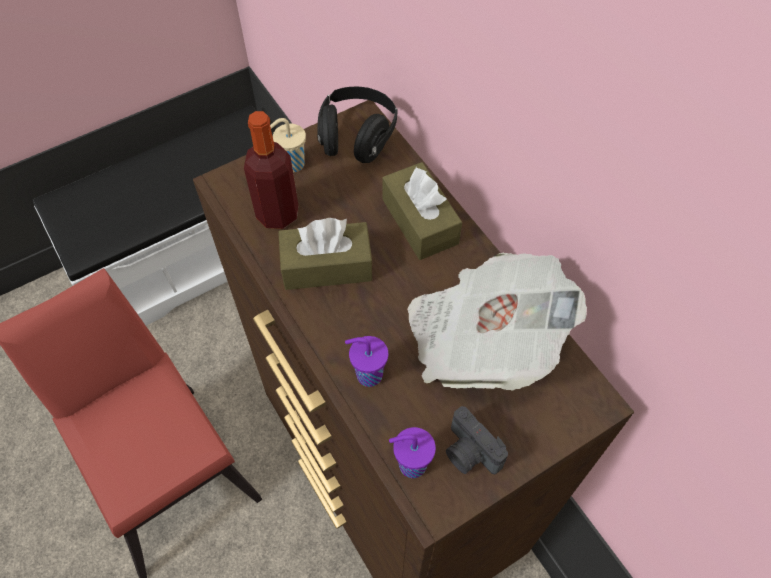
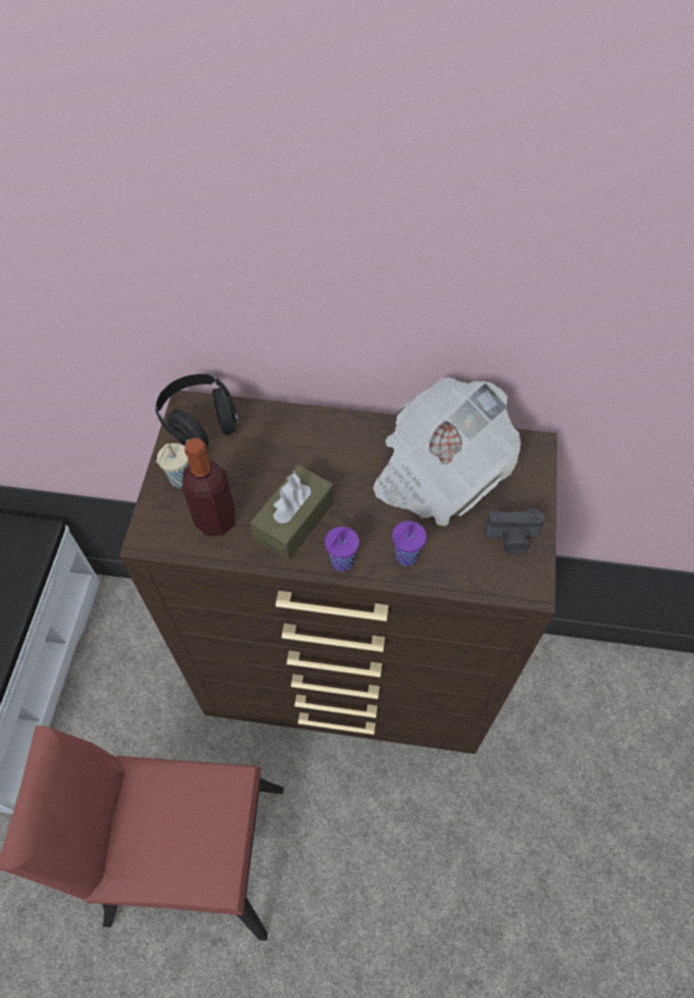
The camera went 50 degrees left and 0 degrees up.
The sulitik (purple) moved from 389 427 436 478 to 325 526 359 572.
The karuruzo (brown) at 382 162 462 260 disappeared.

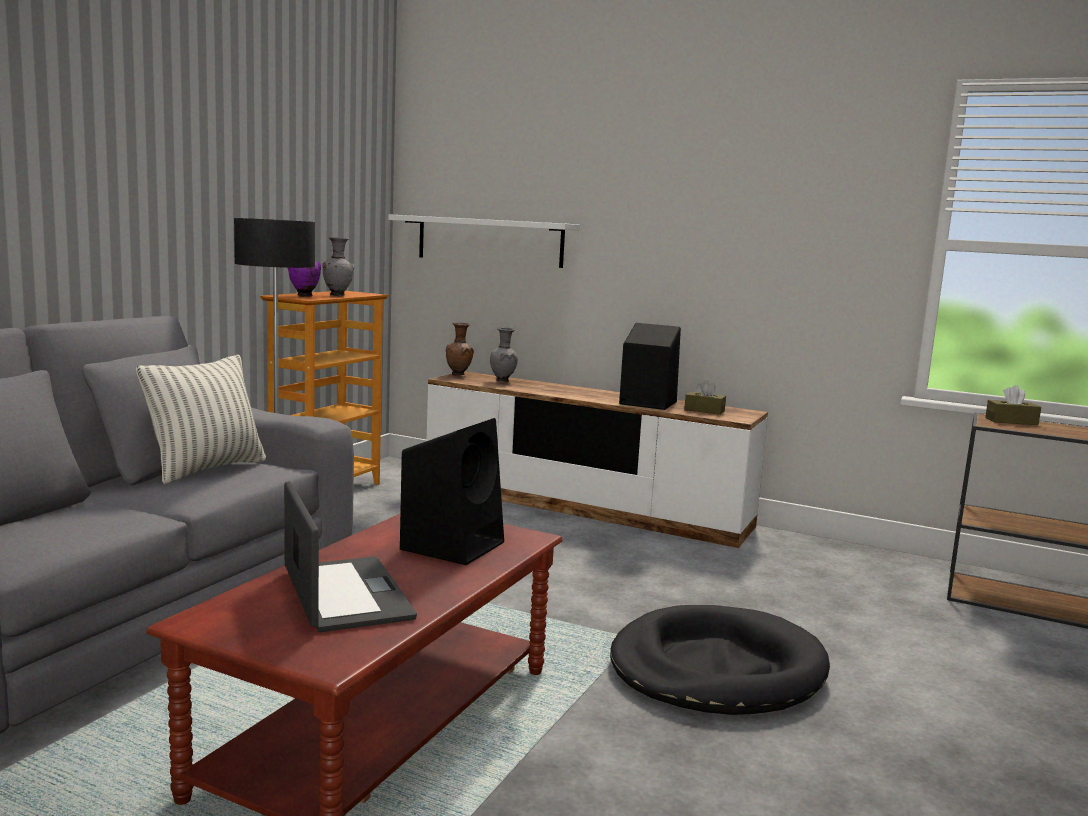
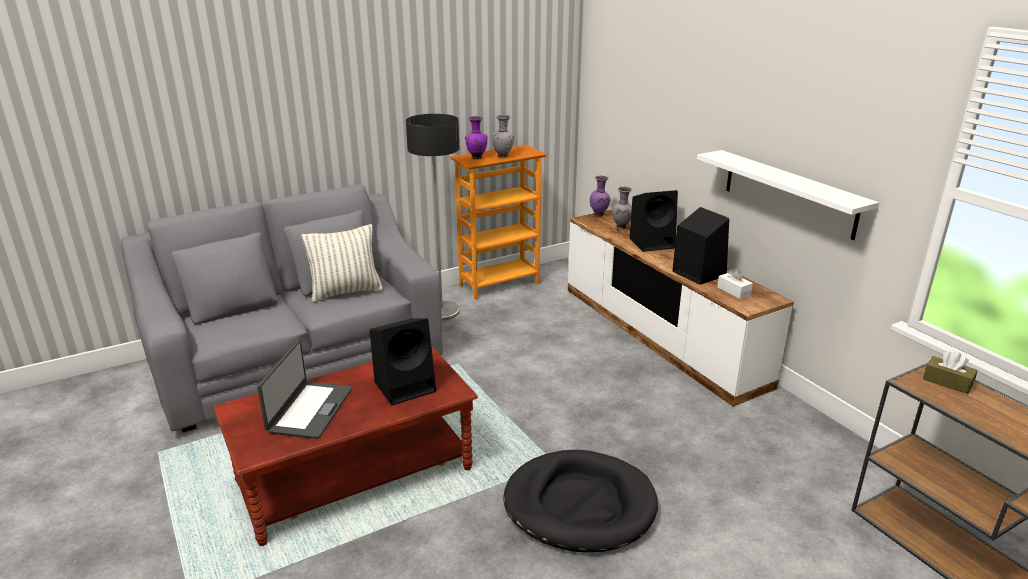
The camera went 35 degrees right and 15 degrees up.
The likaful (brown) at 446 322 474 376 became the likaful (purple) at 590 176 610 216.
The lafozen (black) at 629 190 678 252 appeared.
The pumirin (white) moved from 388 214 580 268 to 697 150 879 240.
The karuruzo (brown) at 684 380 726 415 became the karuruzo (white) at 717 268 753 299.

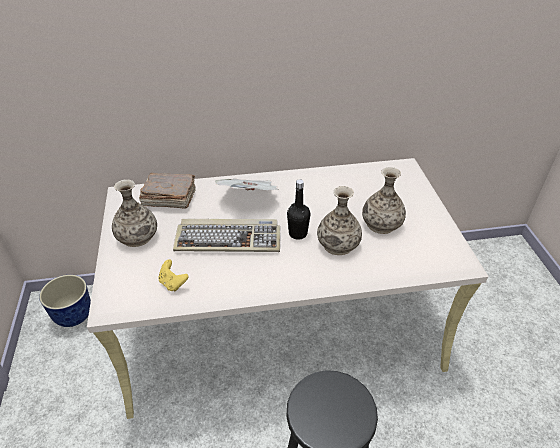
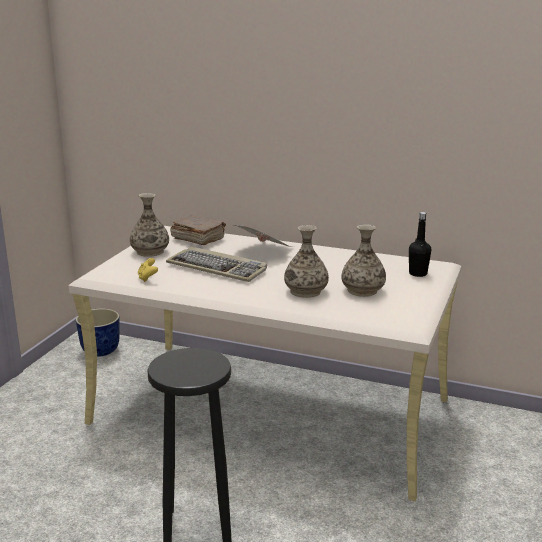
The camera went 30 degrees right and 20 degrees down.
The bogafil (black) moved from 287 179 310 240 to 409 212 431 277.

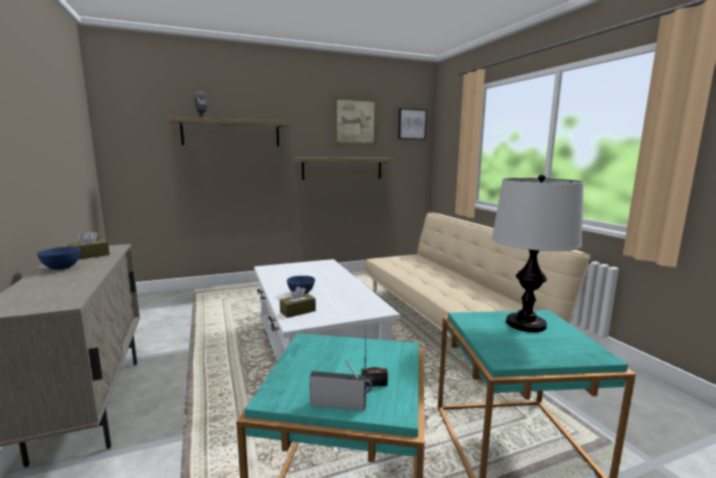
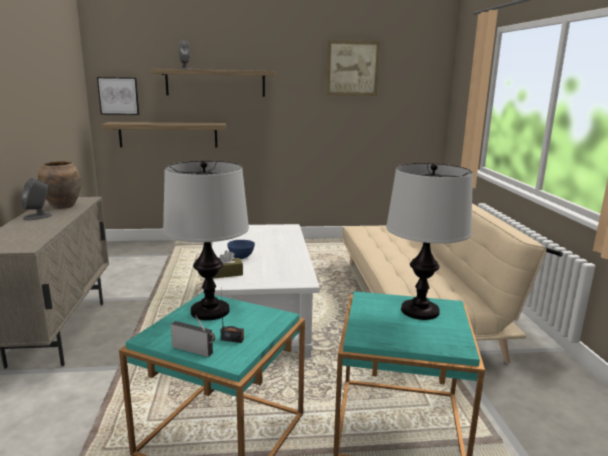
The camera went 15 degrees right and 5 degrees up.
The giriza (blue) at 37 246 80 270 was replaced by the lafozen (grey) at 20 178 52 220.
The karuruzo (brown) at 68 230 110 260 was replaced by the likaful (brown) at 38 161 81 209.
The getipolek moved from 398 108 427 140 to 97 77 139 115.
The pumirin moved from 294 157 397 180 to 101 122 226 148.
The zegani at 163 161 249 320 appeared.

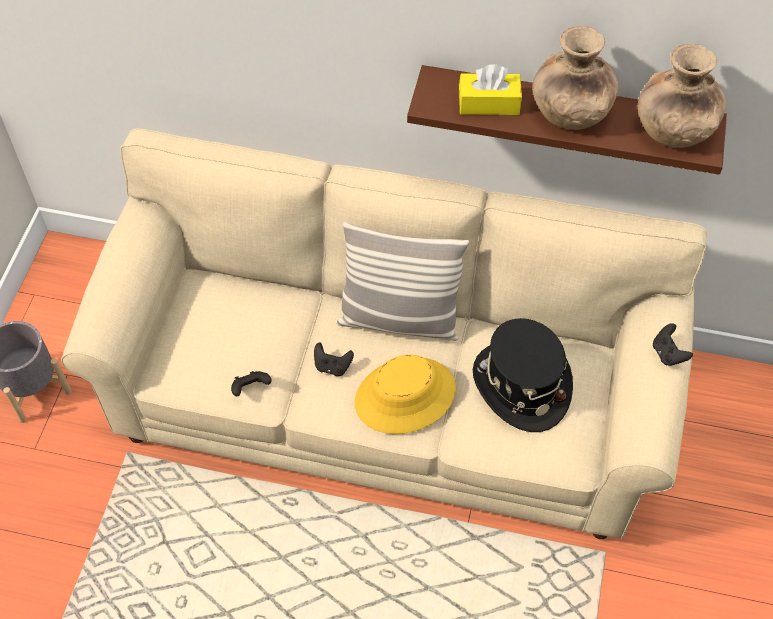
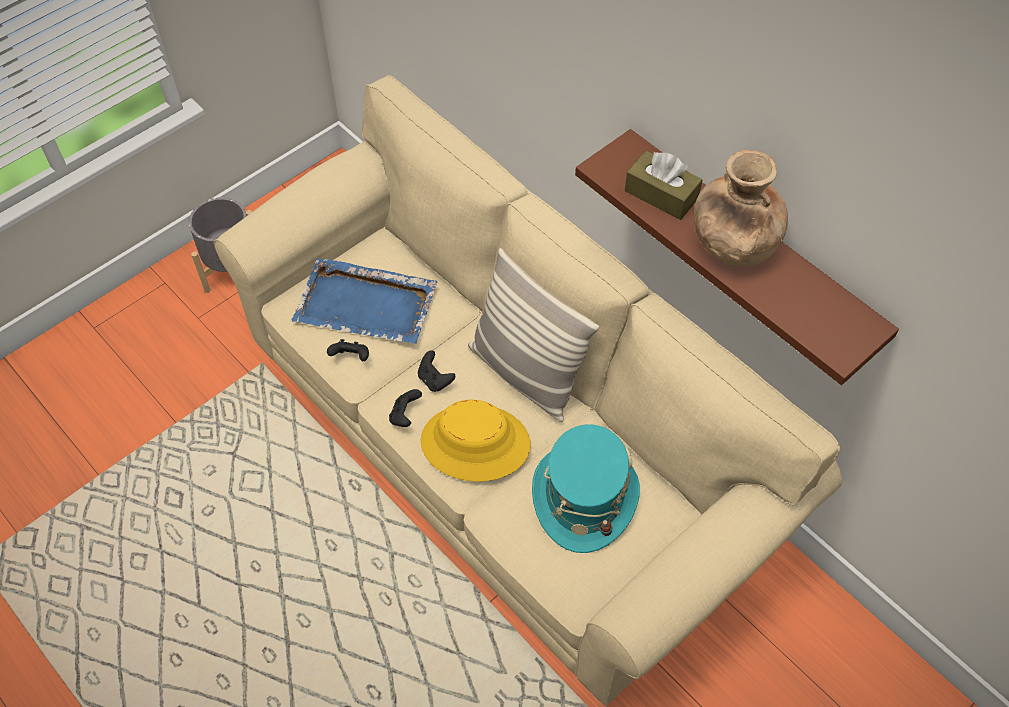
The camera went 35 degrees right and 0 degrees up.
The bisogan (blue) at 291 258 438 344 appeared.
The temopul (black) moved from 653 323 693 366 to 389 389 422 427.
The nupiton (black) at 473 318 573 432 became the nupiton (turquoise) at 532 424 640 553.
The karuruzo (yellow) at 459 64 522 115 became the karuruzo (brown) at 625 151 702 220.
The likaful (brown) at 638 44 726 148 disappeared.

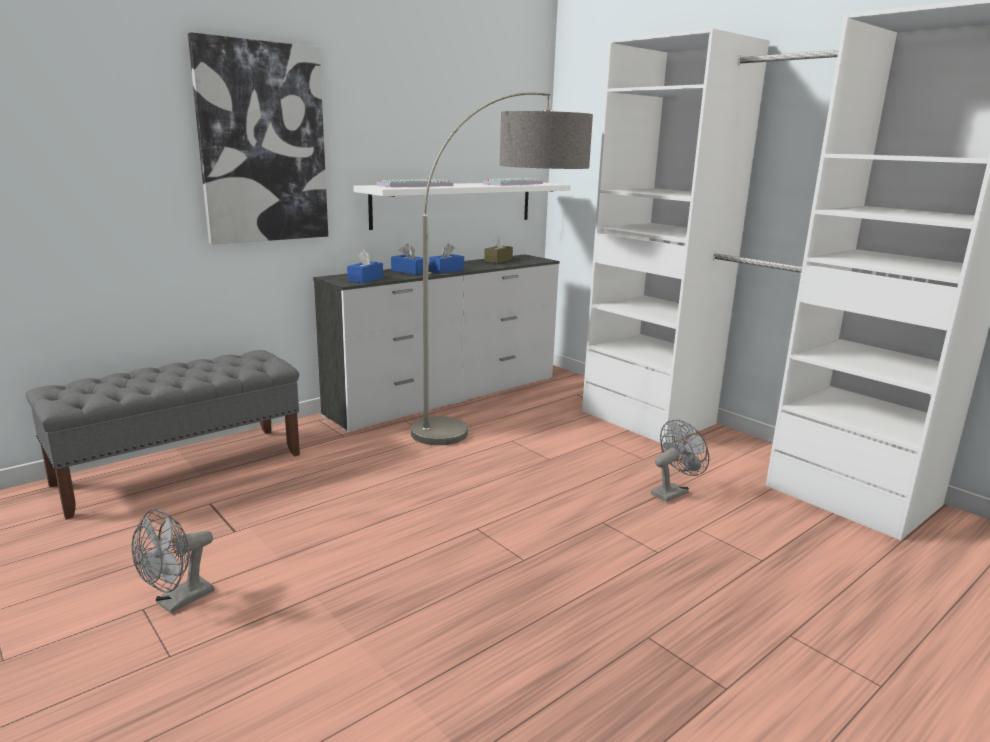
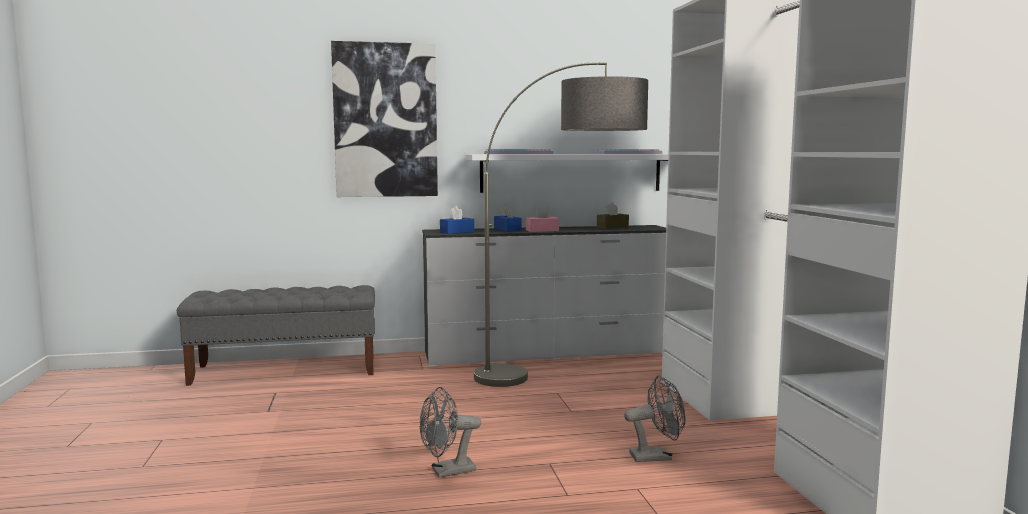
The camera went 30 degrees right and 10 degrees down.
The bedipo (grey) moved from 132 509 214 613 to 420 387 481 478.
The karuruzo (blue) at 429 243 464 274 became the karuruzo (pink) at 526 205 559 232.

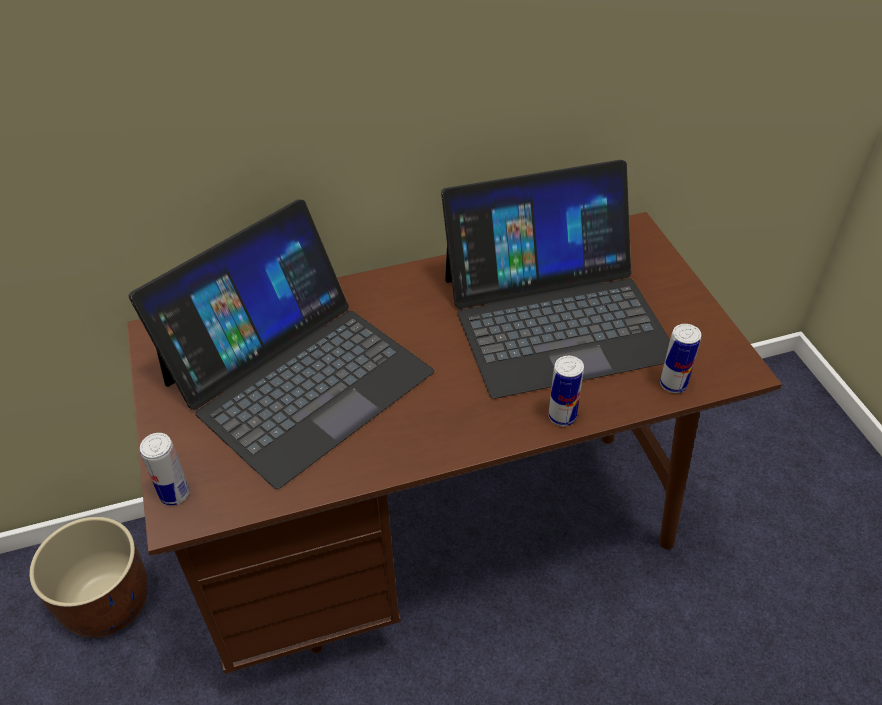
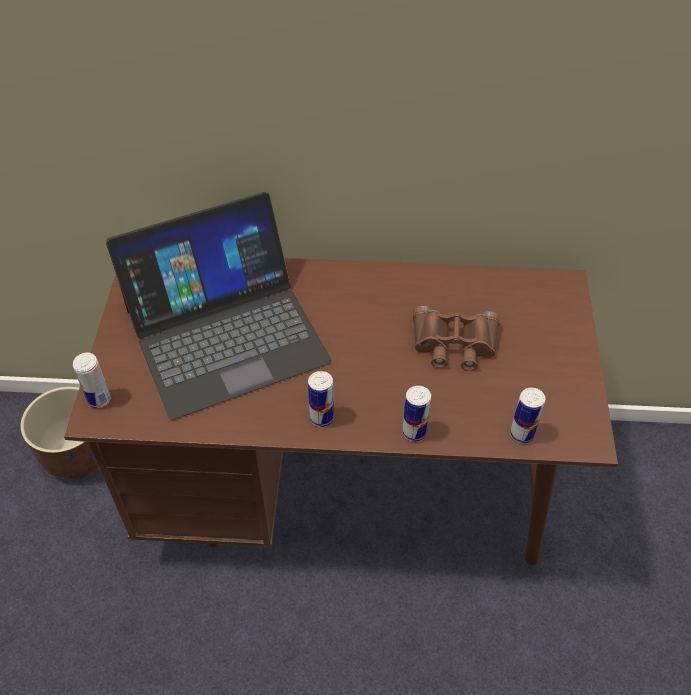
The camera went 20 degrees right and 5 degrees up.
The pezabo at 308 371 334 427 appeared.
The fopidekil at 441 160 670 399 was replaced by the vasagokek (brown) at 413 306 500 371.

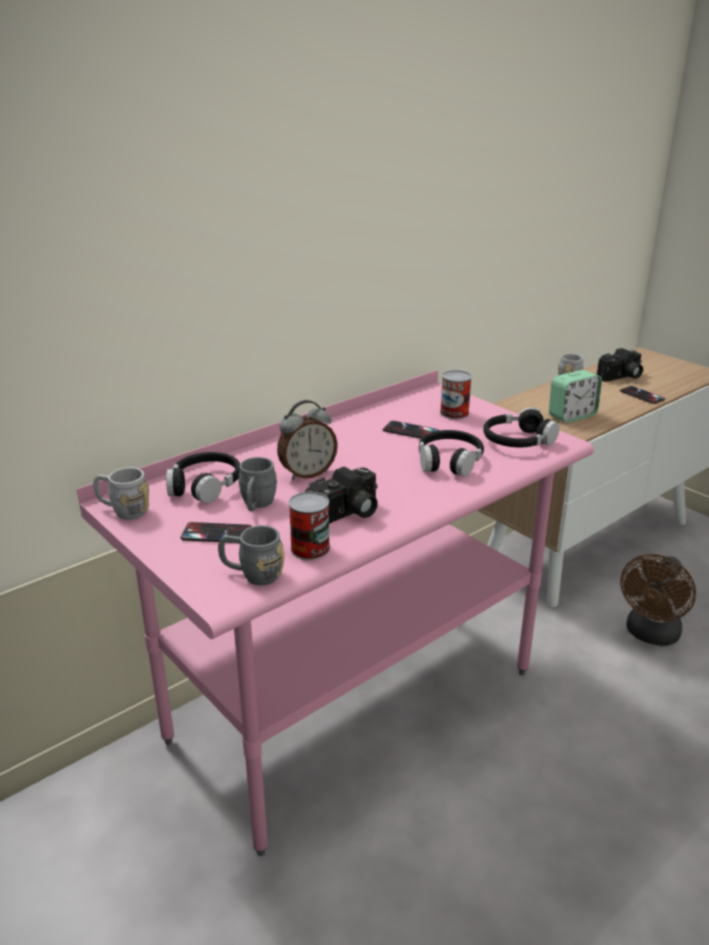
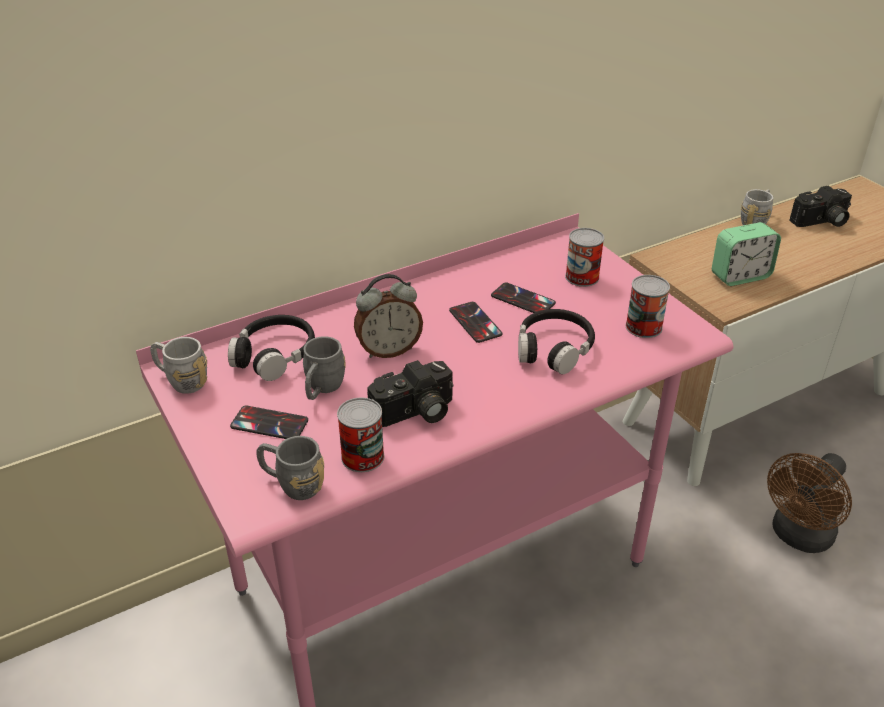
The camera went 10 degrees right and 10 degrees up.
The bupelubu moved from 620 386 665 404 to 449 302 502 343.
The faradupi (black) at 483 407 559 447 was replaced by the pezabo at 626 275 670 338.

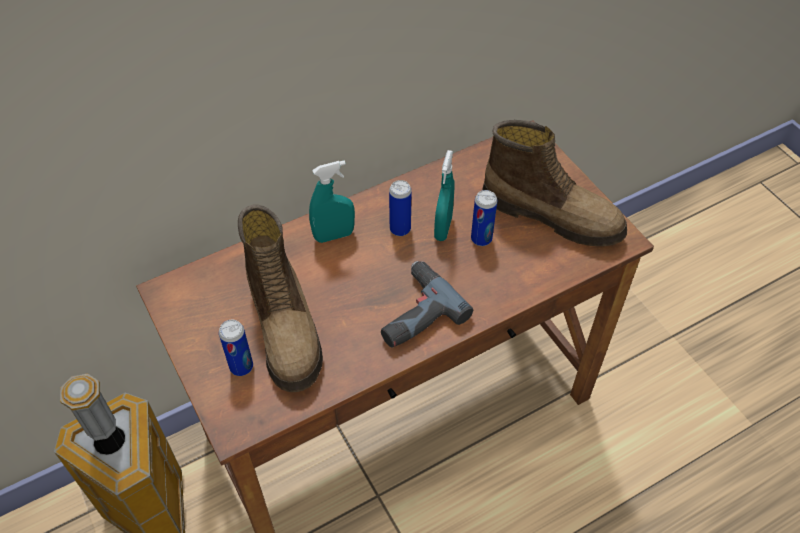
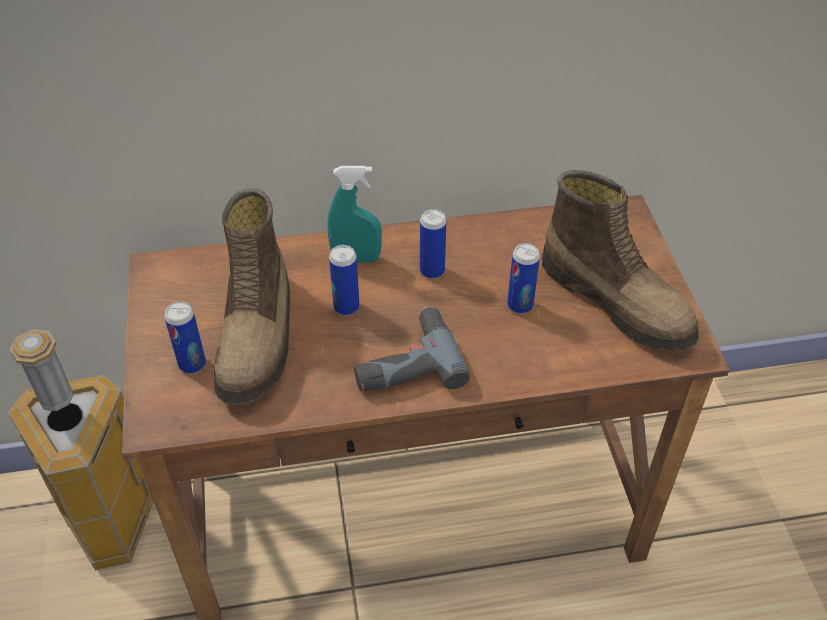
The camera went 20 degrees right and 5 degrees down.
The pezabo at 329 245 359 316 appeared.
The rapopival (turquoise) at 434 150 454 241 disappeared.

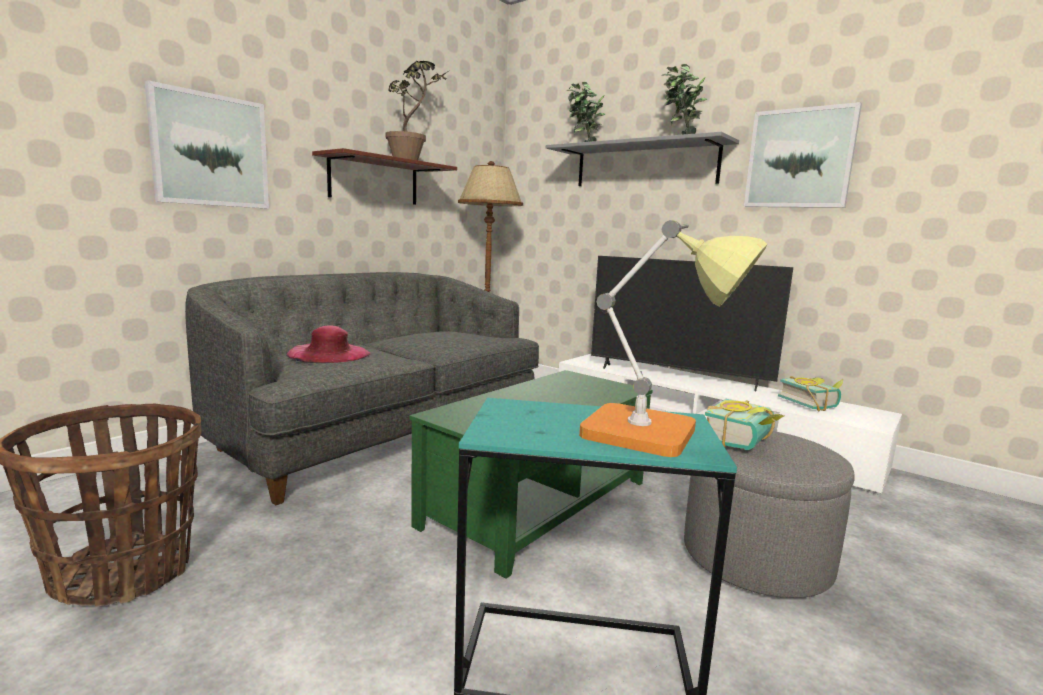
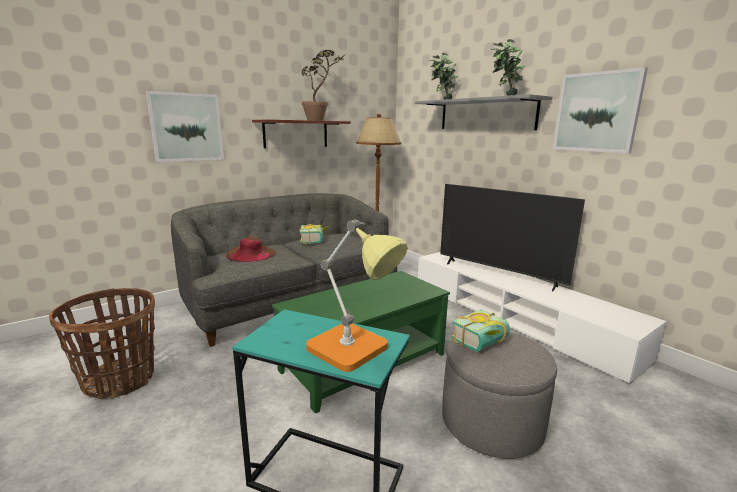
The camera went 15 degrees right and 5 degrees up.
The nupiton (pink) at 287 325 370 363 became the nupiton (brown) at 226 236 276 262.
The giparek moved from 778 376 843 412 to 299 224 329 245.

